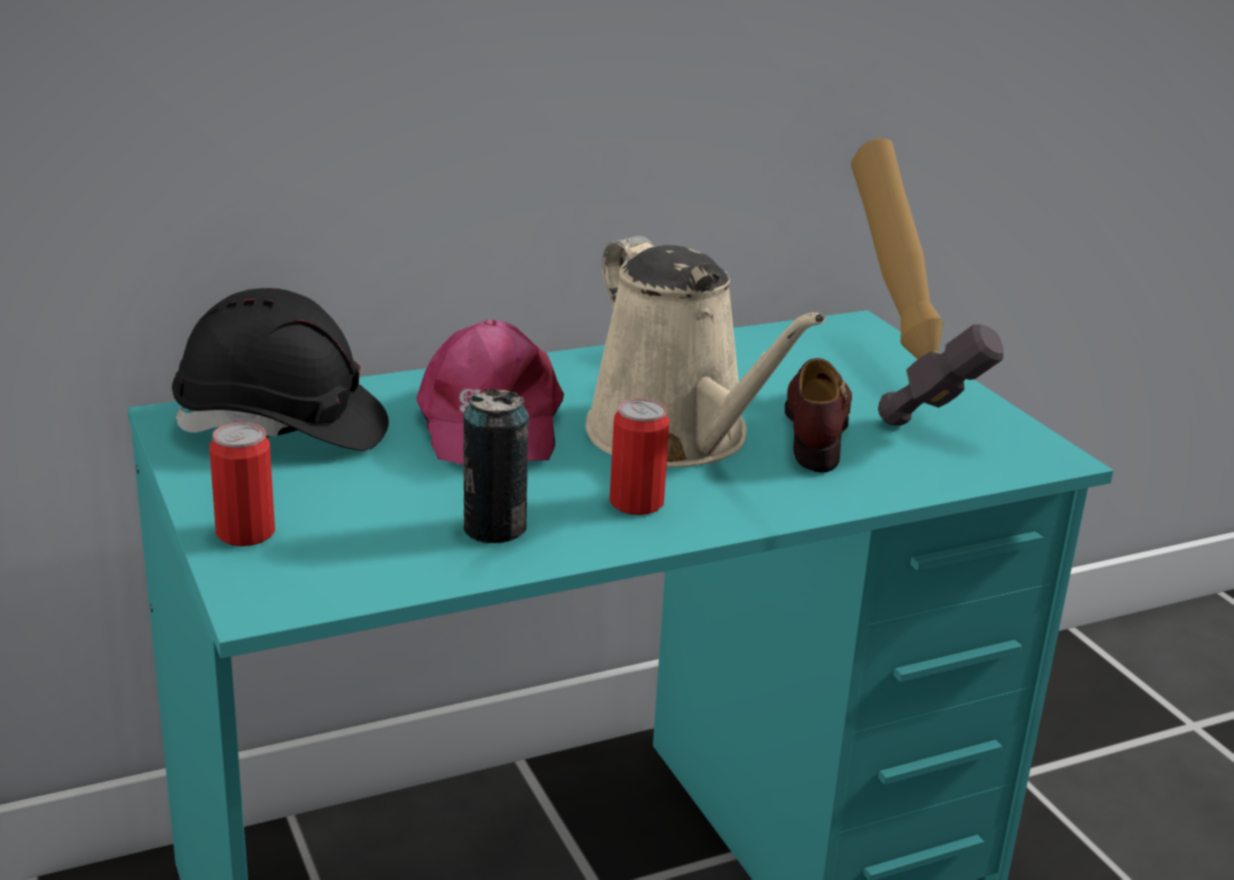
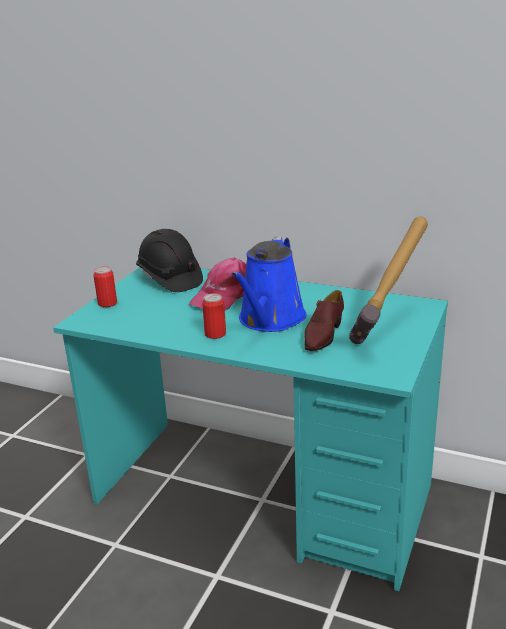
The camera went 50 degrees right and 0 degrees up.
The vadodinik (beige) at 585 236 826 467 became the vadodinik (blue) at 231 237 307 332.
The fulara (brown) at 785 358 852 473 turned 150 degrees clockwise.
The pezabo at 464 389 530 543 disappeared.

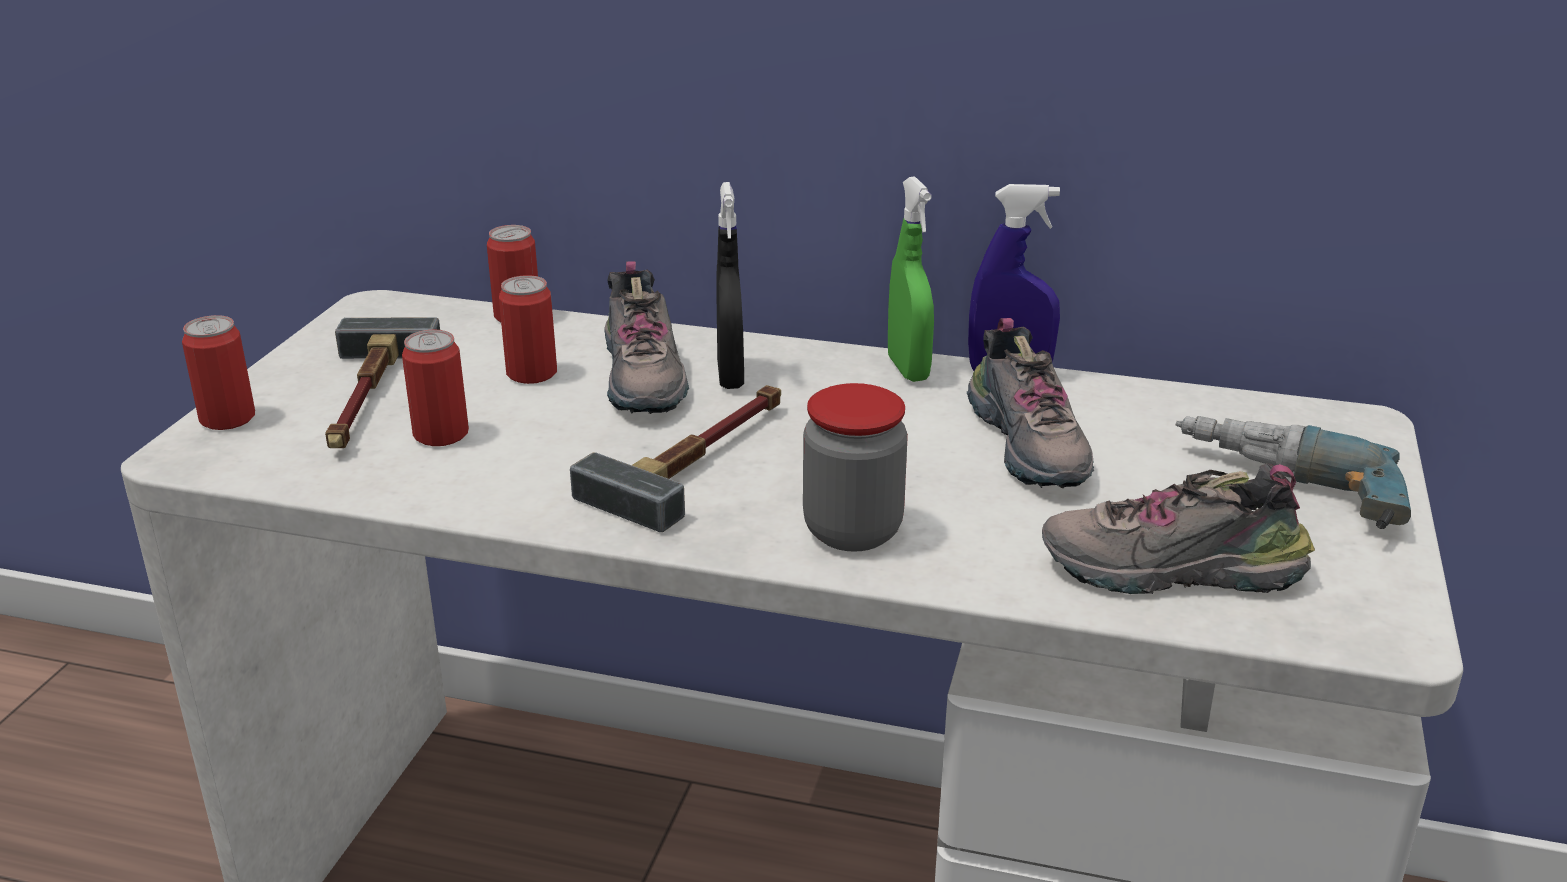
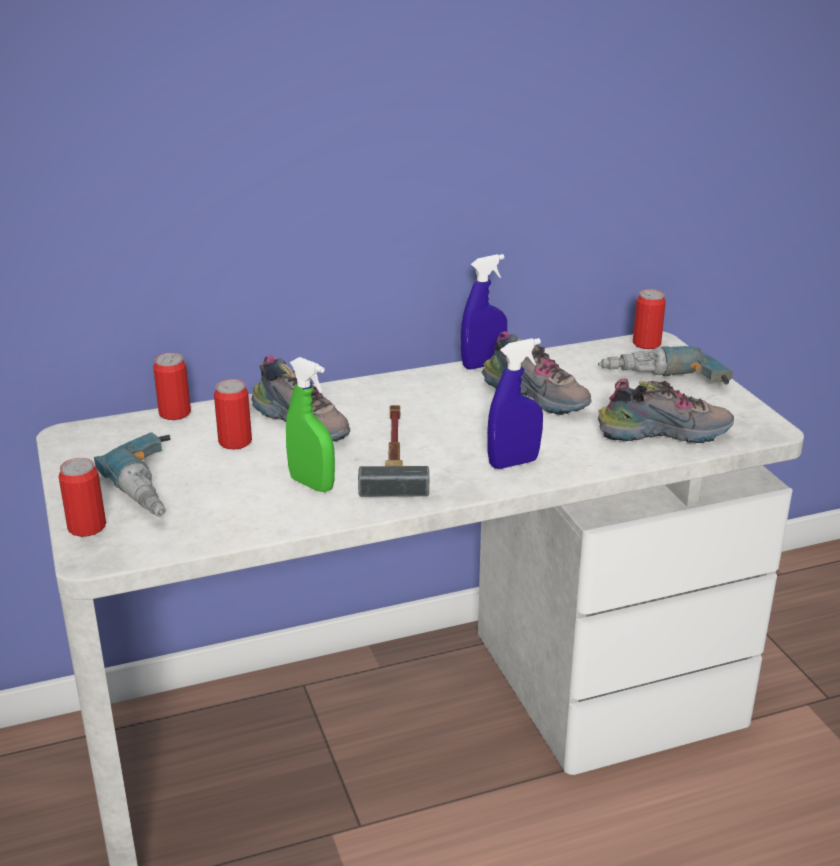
The camera went 35 degrees left and 0 degrees up.
The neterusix at 325 317 440 448 was replaced by the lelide at 94 432 171 517.
The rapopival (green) moved from 888 176 934 382 to 286 357 335 492.
The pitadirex at 803 383 908 552 was replaced by the rapopival (blue) at 487 338 543 469.
The fulara at 1042 463 1315 594 turned 150 degrees counterclockwise.
The pezabo moved from 402 330 469 446 to 633 289 666 349.
The rapopival (black) at 716 182 744 389 disappeared.

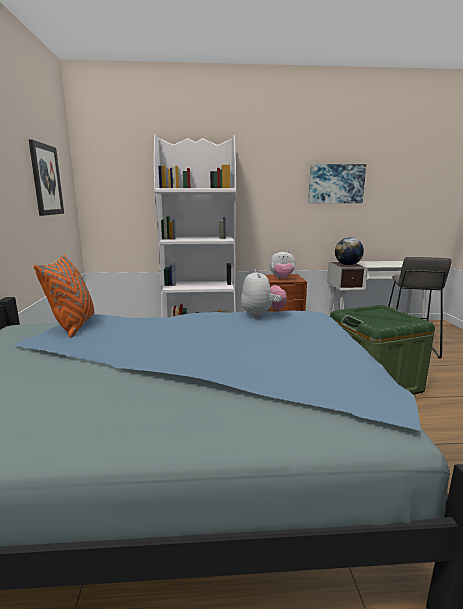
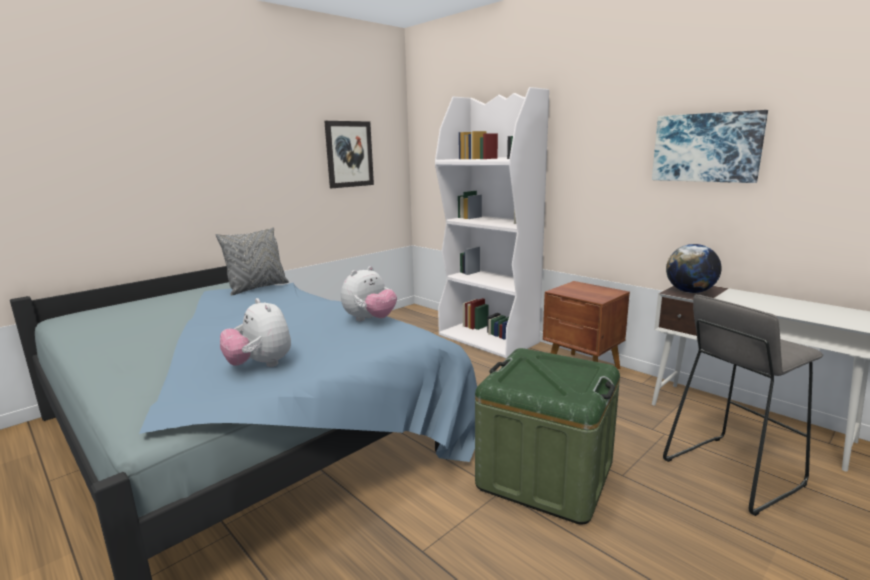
The camera went 50 degrees right and 0 degrees up.
The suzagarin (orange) at 34 255 94 338 became the suzagarin (grey) at 216 227 289 295.
The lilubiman moved from 270 251 295 278 to 220 298 291 367.

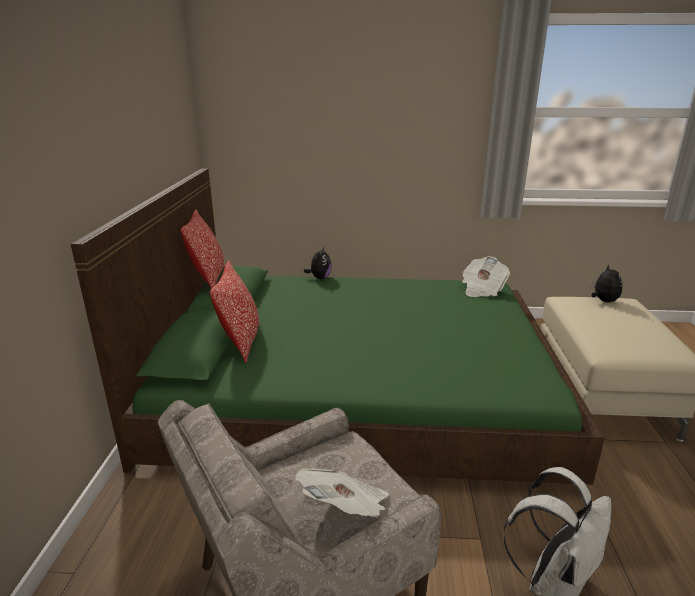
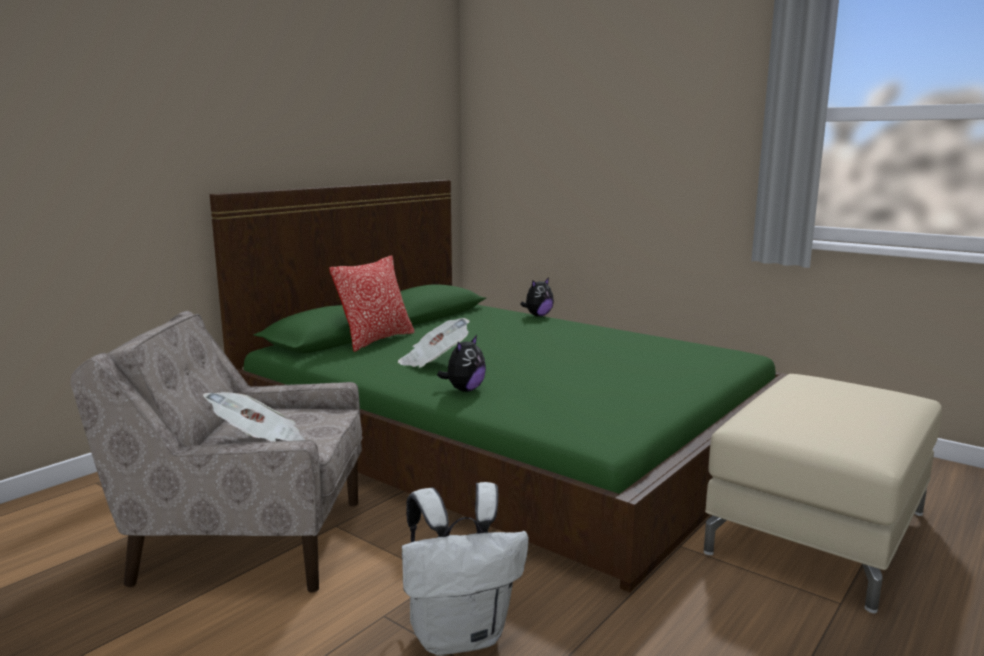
The camera went 35 degrees right and 10 degrees down.
The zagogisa moved from 462 256 510 297 to 398 318 470 368.
The lilubiman moved from 592 264 623 302 to 437 335 486 392.
The suzagarin at 181 209 225 289 disappeared.

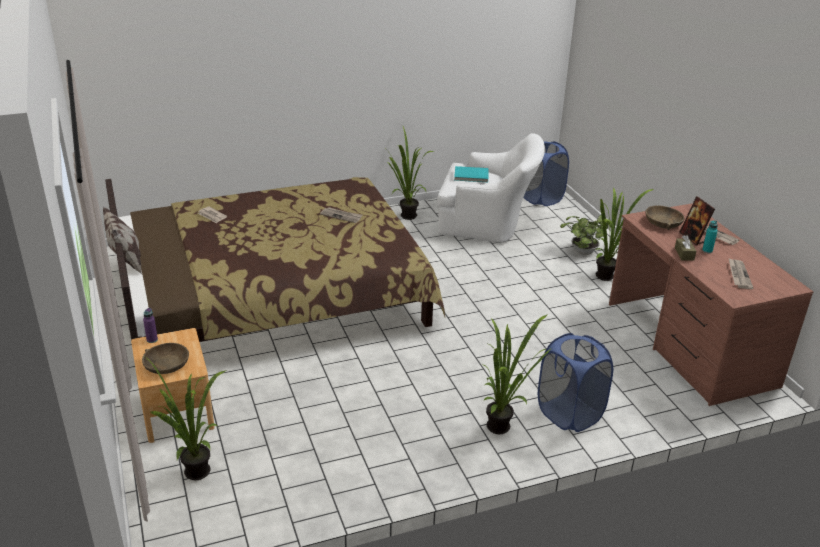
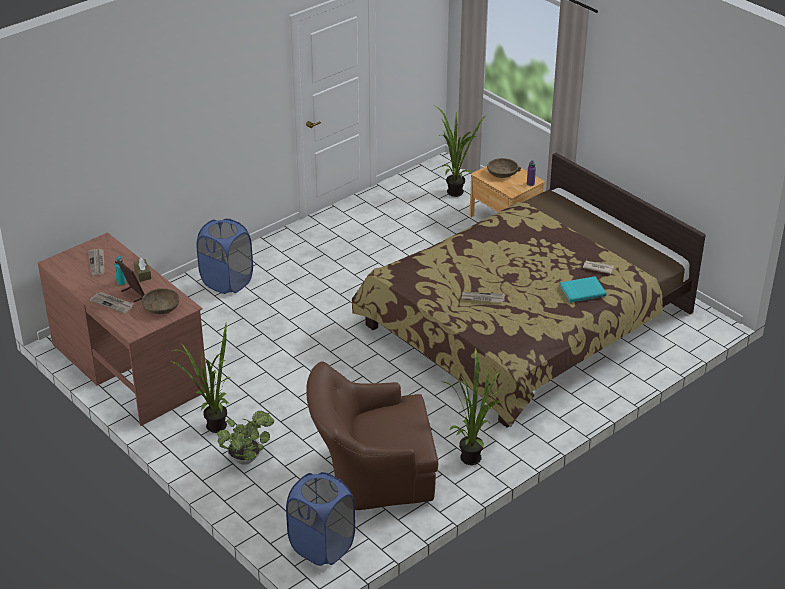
The camera went 160 degrees right and 5 degrees up.
The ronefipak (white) at 437 133 545 243 became the ronefipak (brown) at 306 361 438 510.
The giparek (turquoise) moved from 454 166 489 182 to 559 276 606 303.
The suzagarin at 103 207 142 274 disappeared.
The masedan at 483 314 553 434 disappeared.

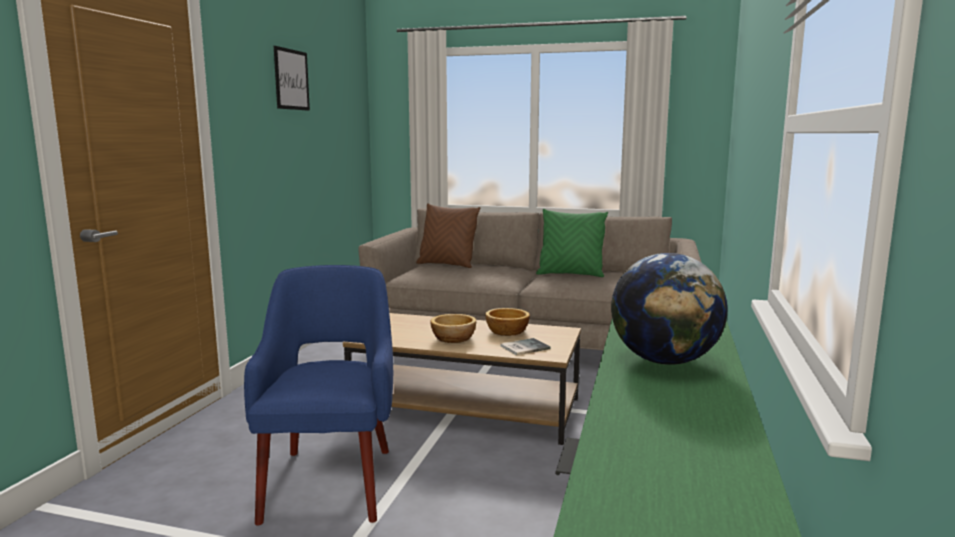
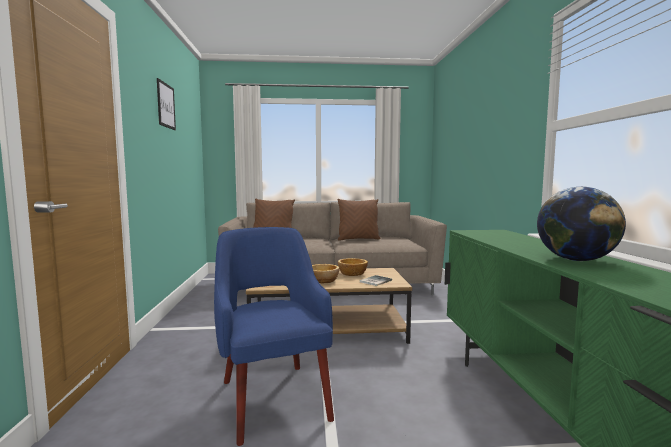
The camera went 20 degrees left and 5 degrees down.
The suzagarin (green) at 536 209 608 277 became the suzagarin (brown) at 338 199 381 241.

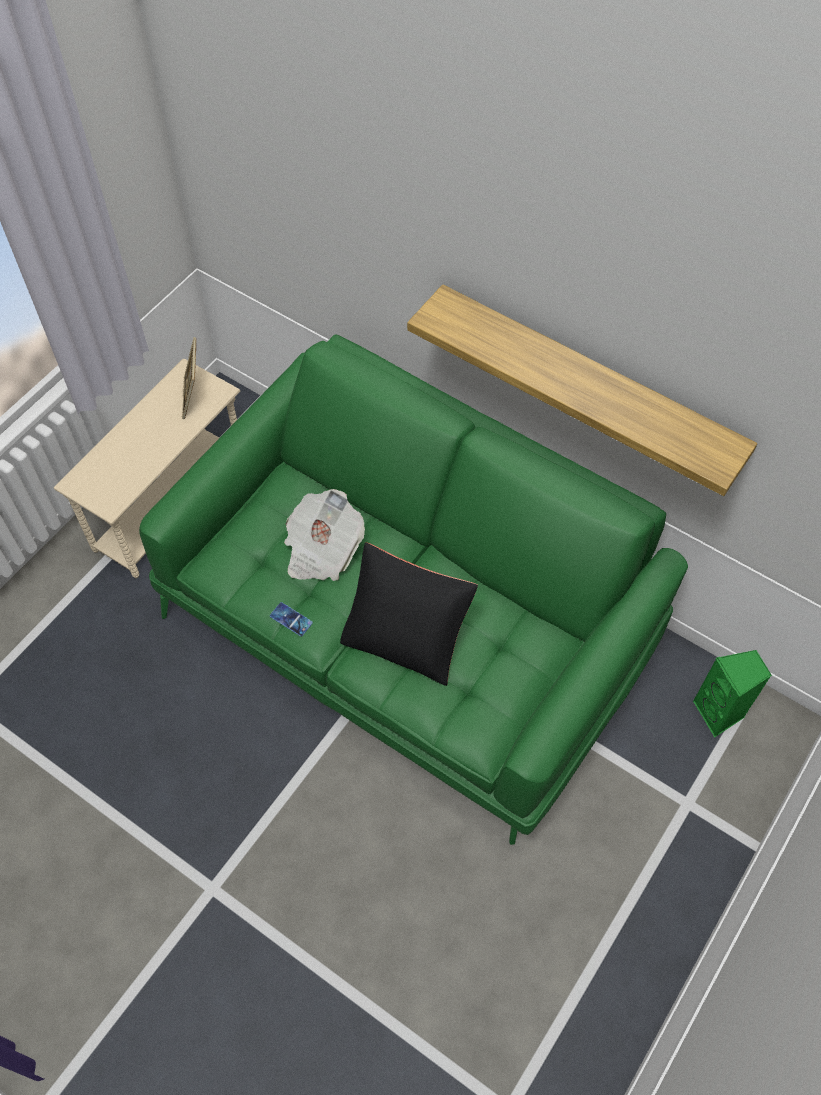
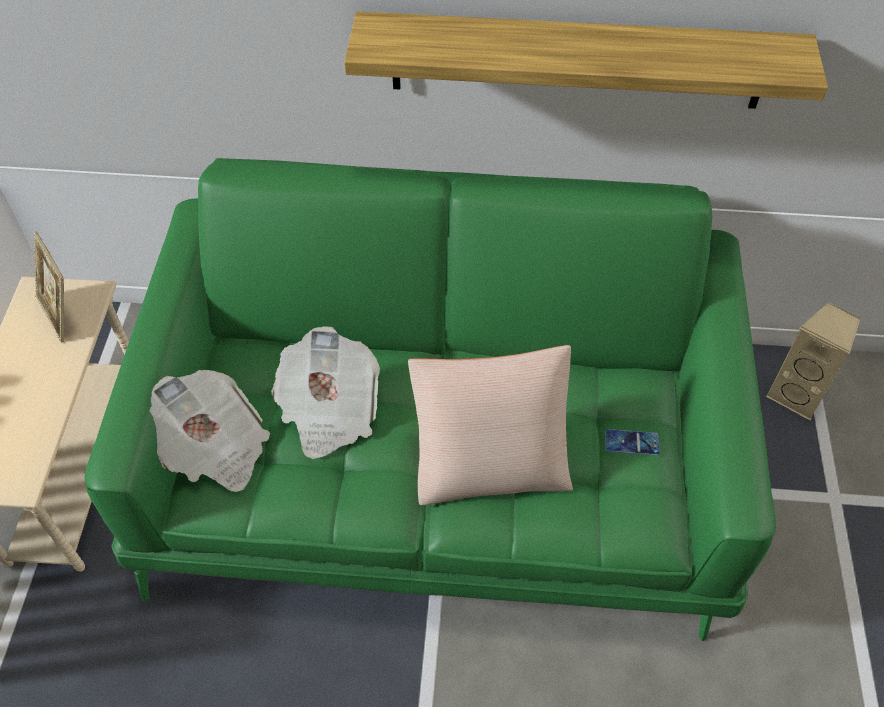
The camera went 30 degrees left and 5 degrees down.
The zagogisa at 150 370 270 492 appeared.
The suzagarin (black) at 340 542 478 686 became the suzagarin (beige) at 408 345 573 505.
The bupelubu moved from 270 602 313 636 to 605 429 660 455.
The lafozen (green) at 693 650 772 738 became the lafozen (beige) at 766 302 861 421.

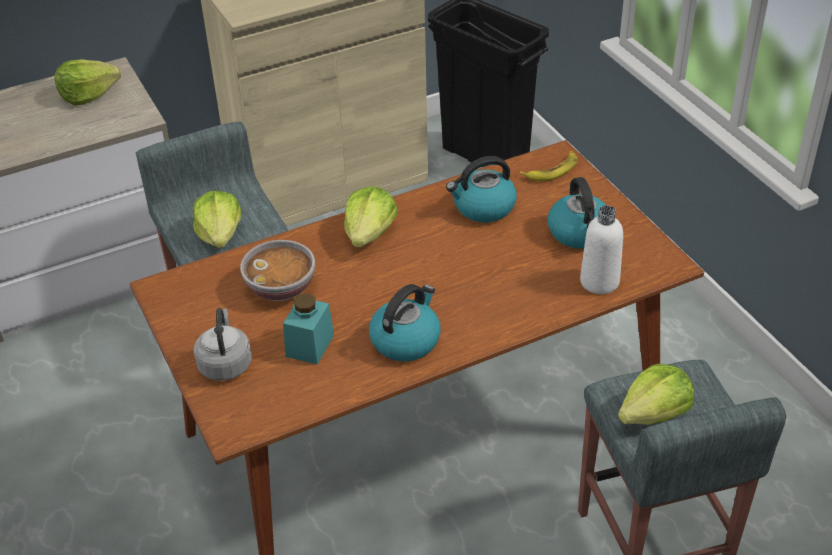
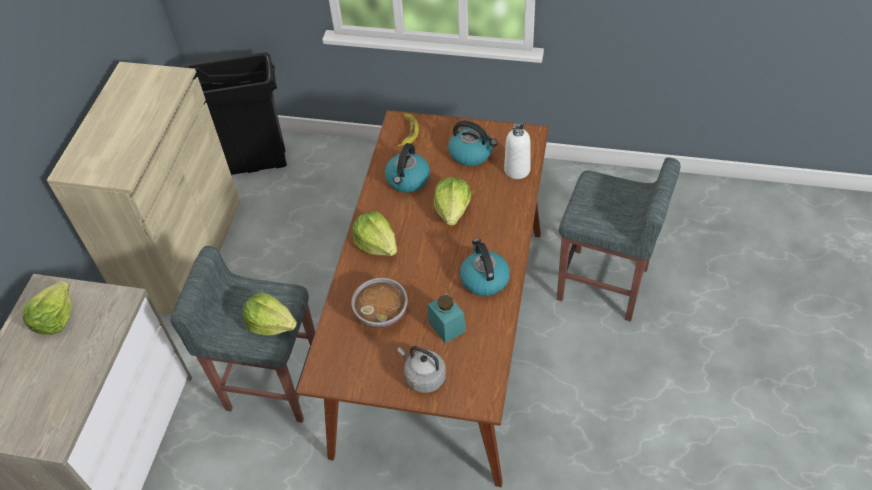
The camera went 50 degrees left and 10 degrees up.
The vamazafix moved from 618 364 694 425 to 434 177 471 226.

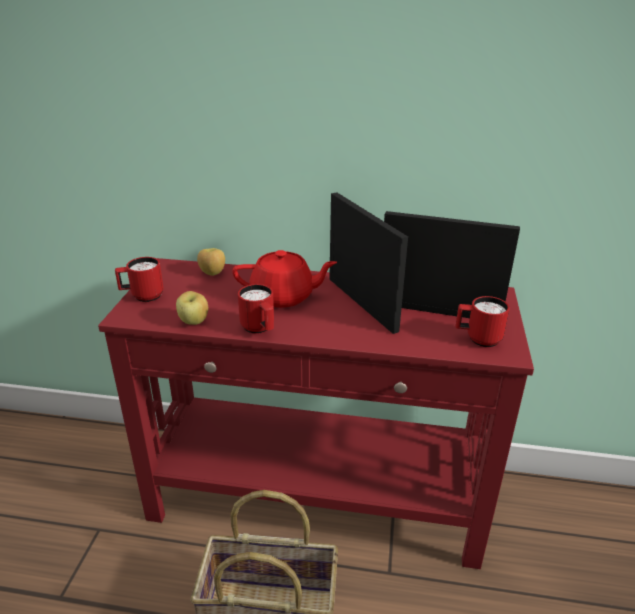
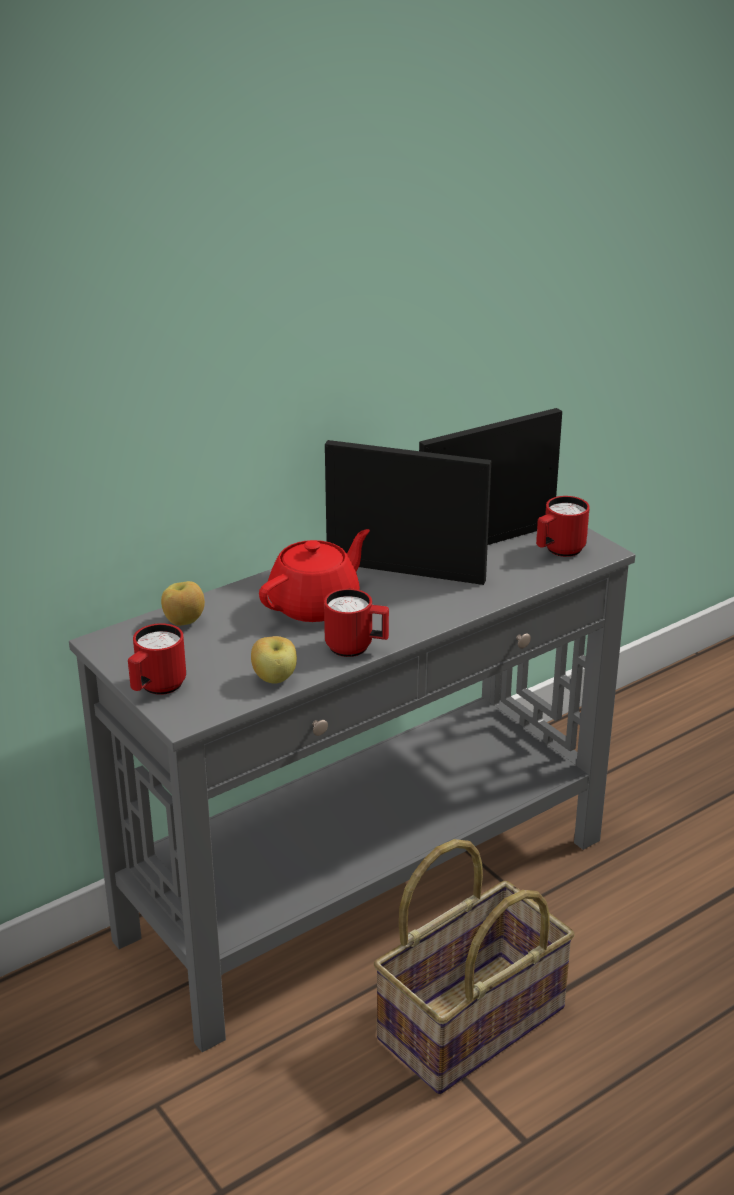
The camera went 45 degrees left and 0 degrees up.
The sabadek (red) at 98 258 534 569 became the sabadek (grey) at 69 528 635 1052.

